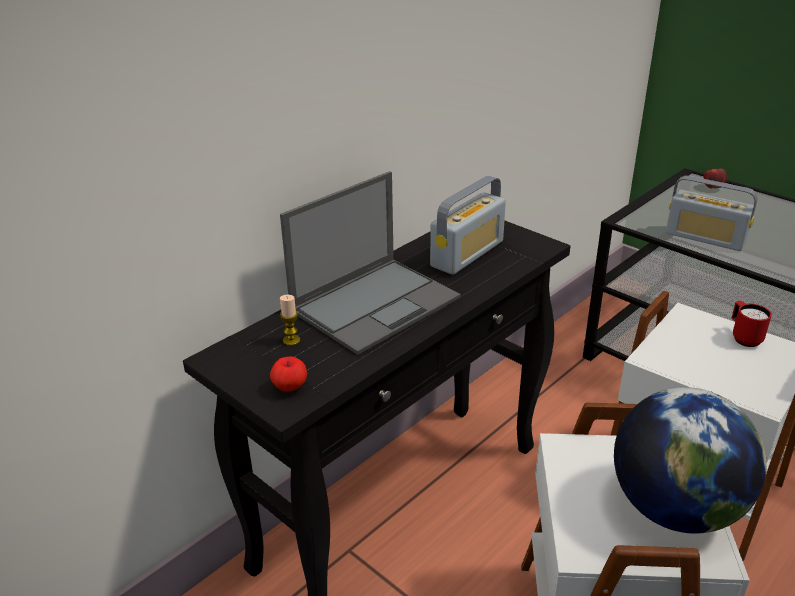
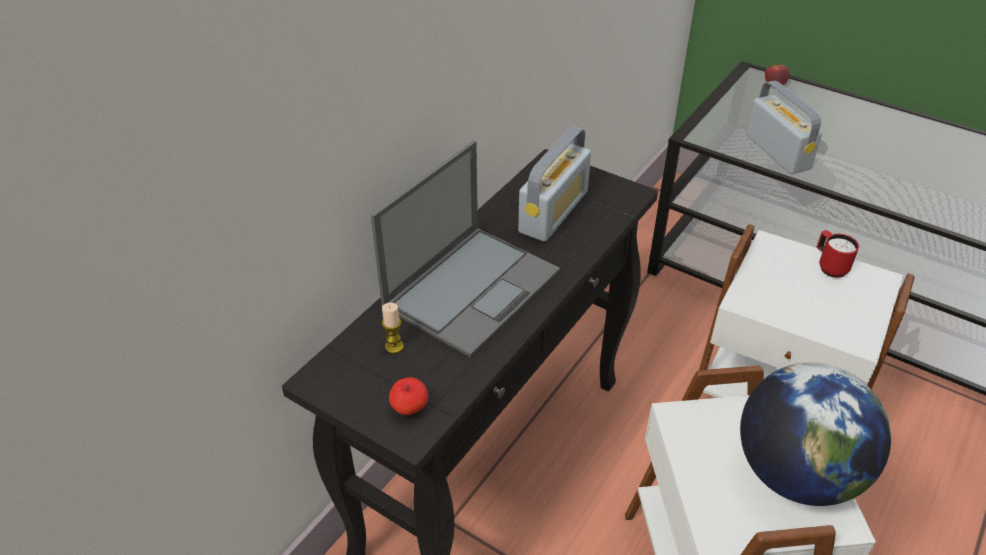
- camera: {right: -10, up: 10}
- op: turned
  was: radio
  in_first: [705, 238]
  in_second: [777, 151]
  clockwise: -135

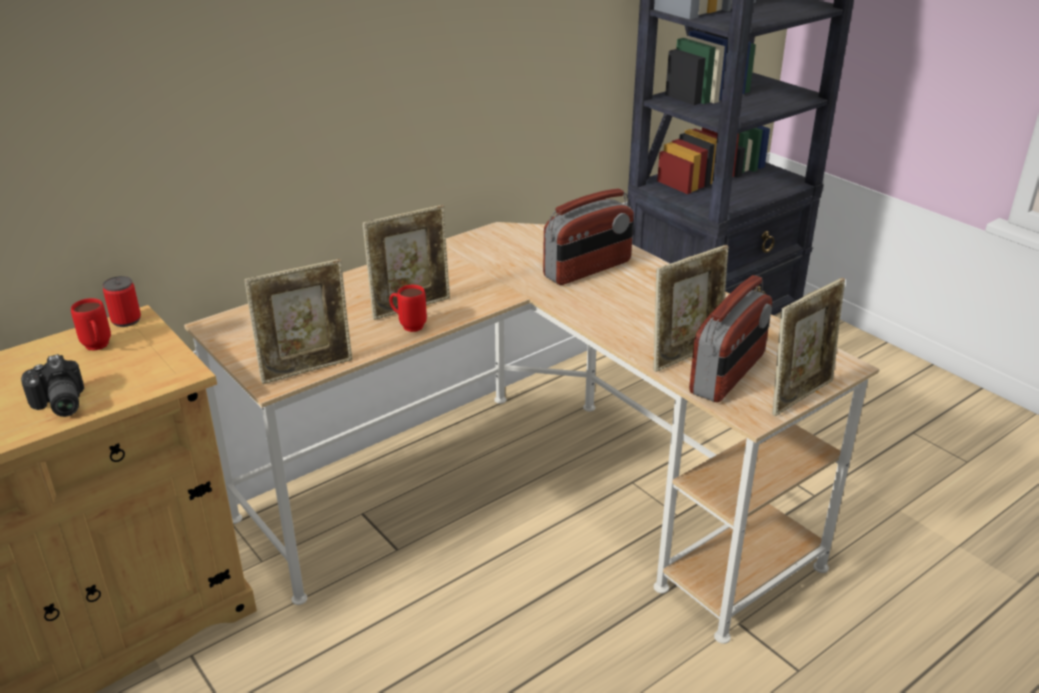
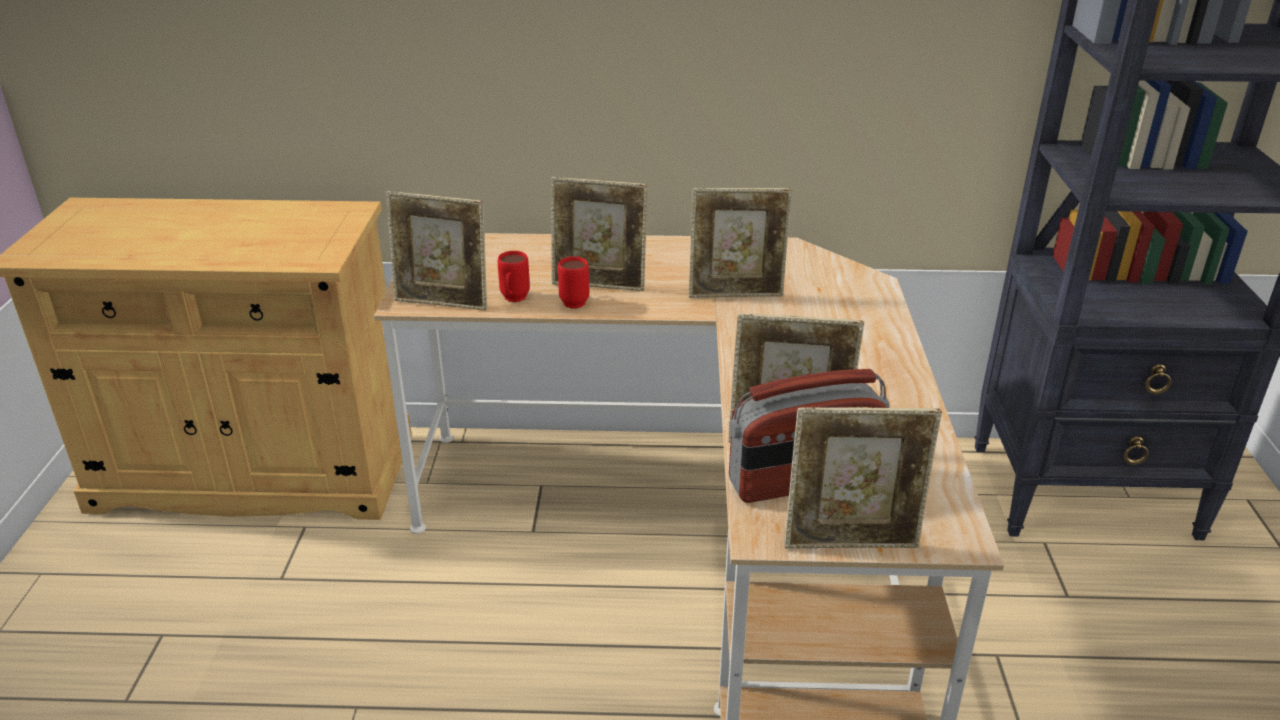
- camera: {right: 40, up: 0}
- op: removed
  was: still camera
  in_first: [58, 404]
- op: moved
  was: red mug
  in_first: [98, 348]
  in_second: [513, 300]
- op: removed
  was: metal can
  in_first: [126, 320]
- op: removed
  was: radio
  in_first: [588, 269]
- op: added
  now: standing frame
  in_second: [736, 294]

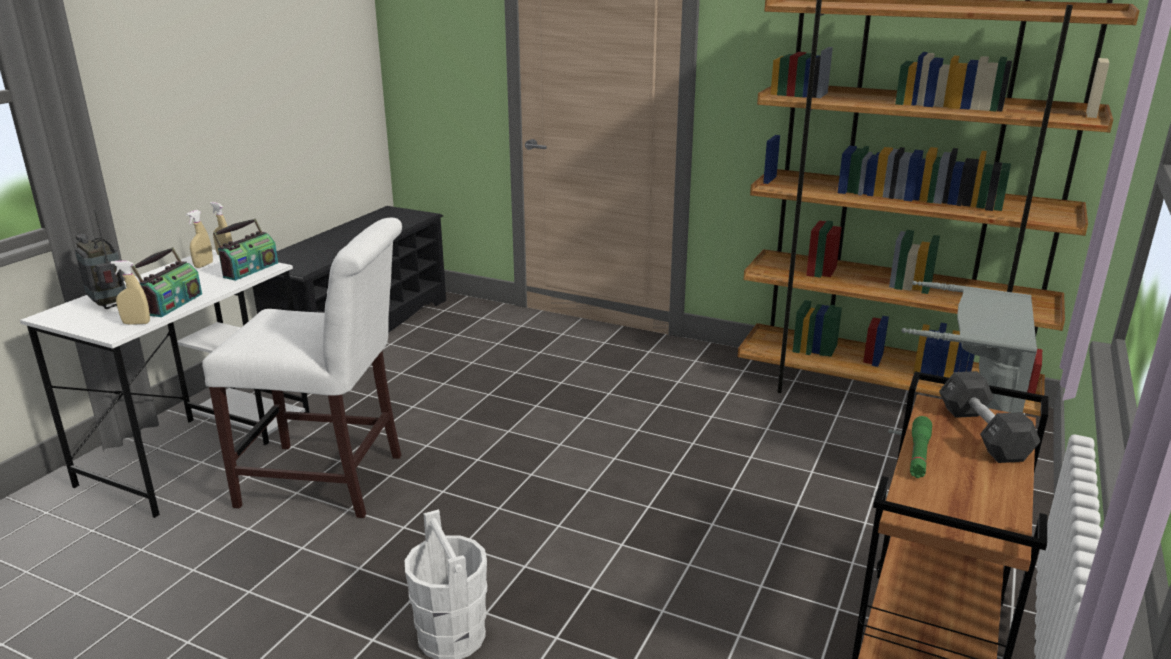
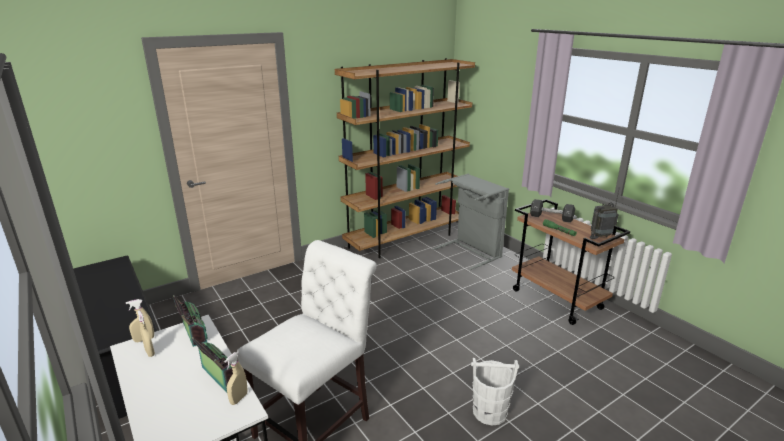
- camera: {right: -60, up: 0}
- op: moved
  was: radio
  in_first: [109, 305]
  in_second: [600, 236]

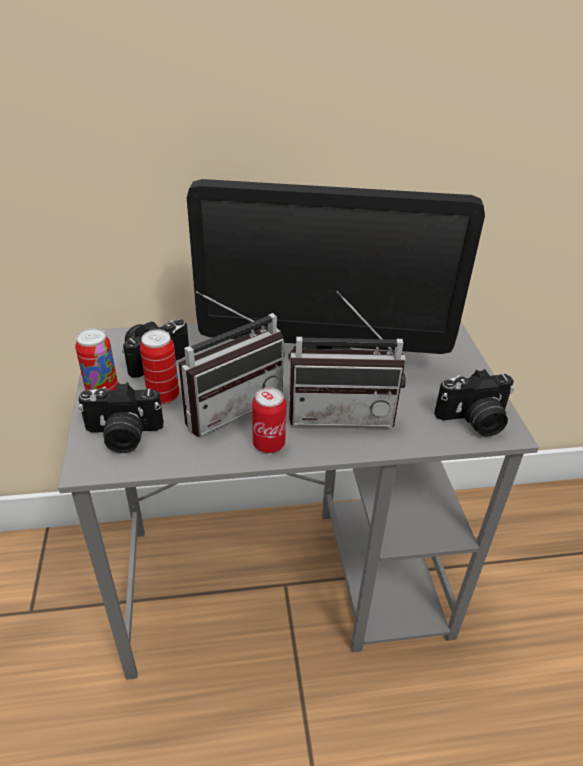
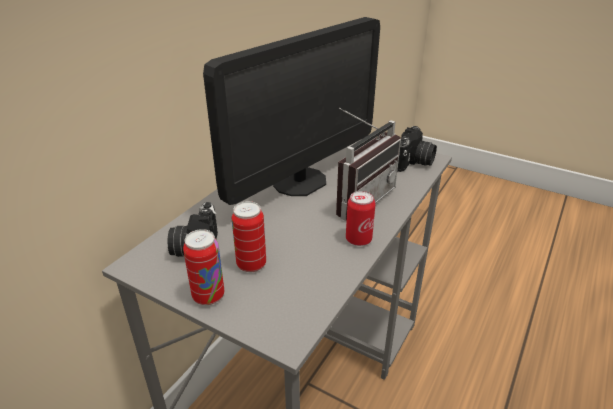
- camera: {right: -50, up: -5}
- op: removed
  was: still camera
  in_first: [123, 435]
- op: removed
  was: radio
  in_first: [229, 404]

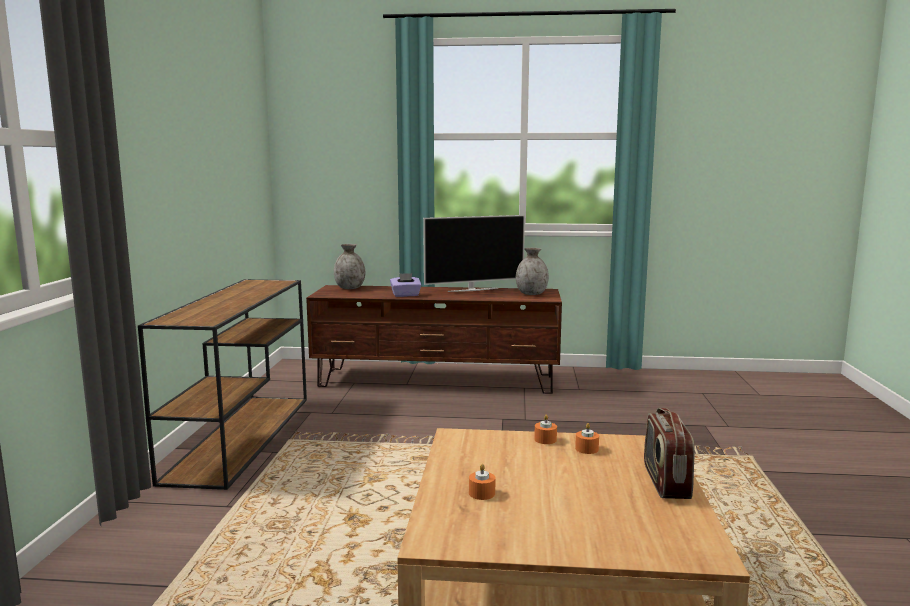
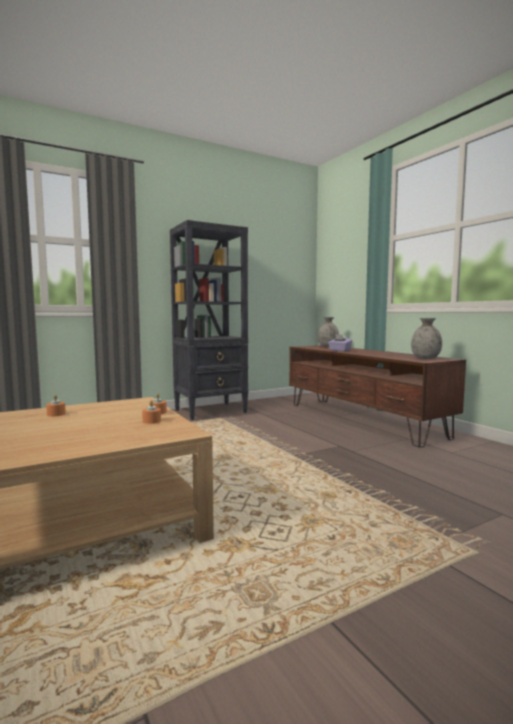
- camera: {right: 55, up: -5}
- op: replaced
  was: brownish narrow table
  now: blackish bookshelf
  in_first: [241, 436]
  in_second: [211, 411]
- op: removed
  was: television
  in_first: [473, 290]
- op: removed
  was: radio
  in_first: [665, 482]

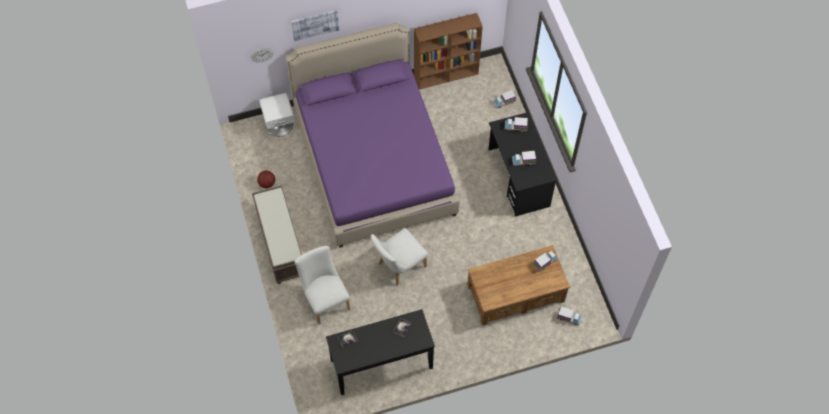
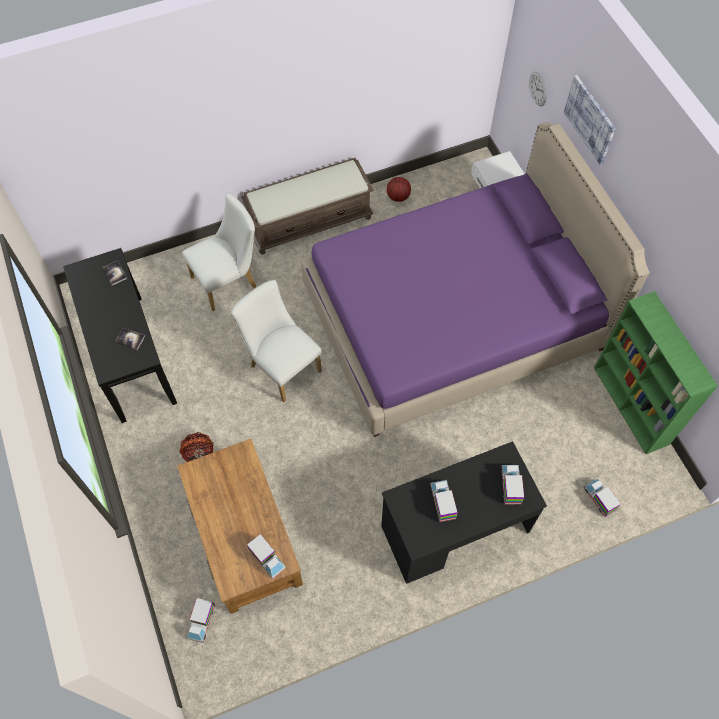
- camera: {right: 85, up: 0}
- op: recoloured
  was: brownish bookshelf
  now: green bookshelf
  in_first: [446, 75]
  in_second: [631, 406]
- op: added
  now: basket
  in_second: [198, 453]

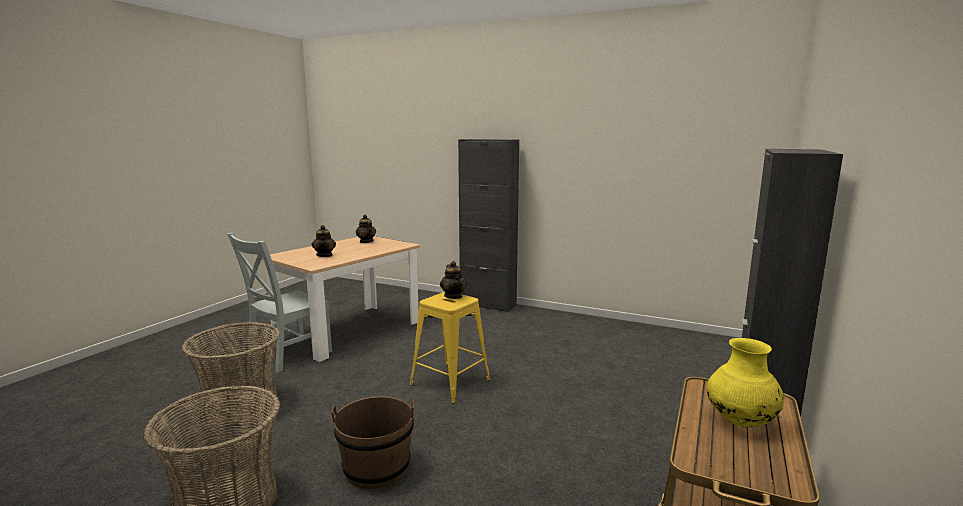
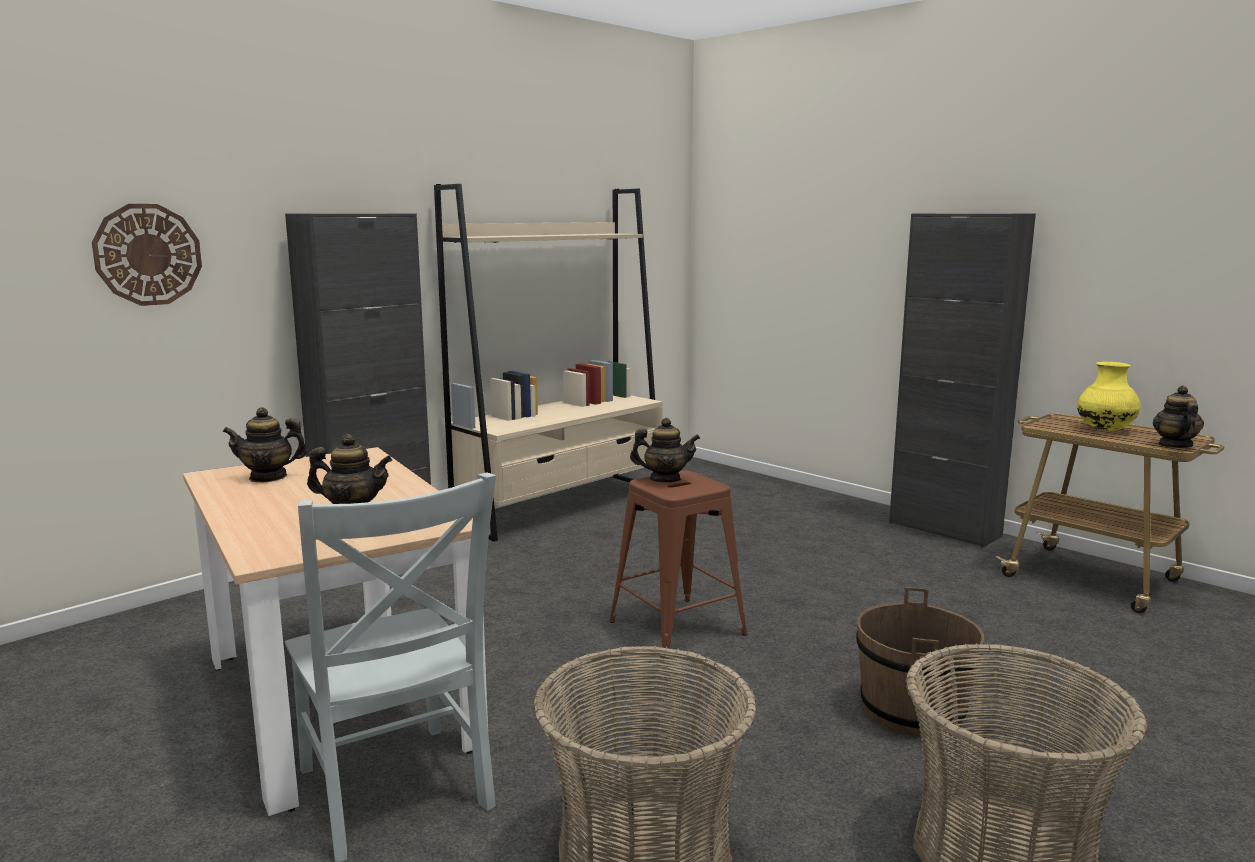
- camera: {right: -70, up: 0}
- op: recoloured
  was: yellowish stool seat
  now: brownish stool seat
  in_first: [450, 383]
  in_second: [677, 628]
- op: added
  now: clock on the wall
  in_second: [148, 254]
- op: added
  now: beige bookshelf
  in_second: [562, 505]
- op: added
  now: tea pot
  in_second: [1174, 445]

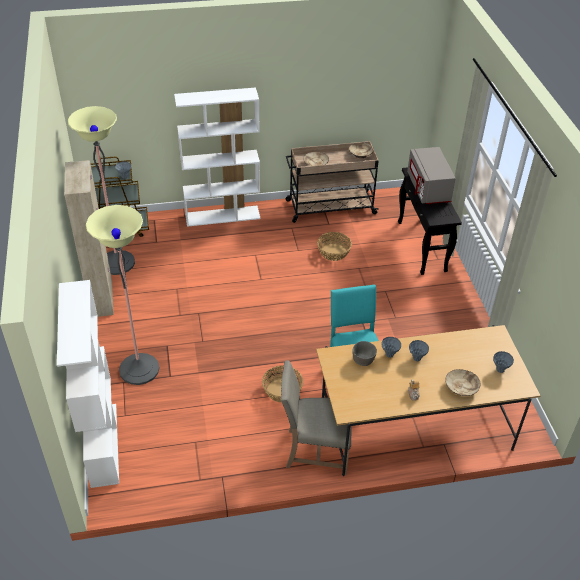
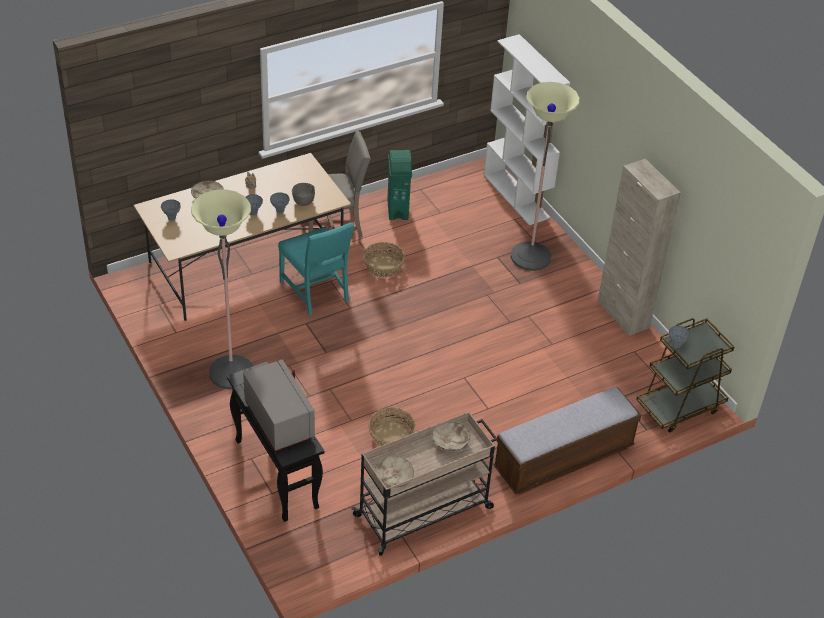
- camera: {right: 160, up: 0}
- op: moved
  was: standing lamp
  in_first: [117, 263]
  in_second: [231, 372]
- op: replaced
  was: whitish bookshelf
  now: indoor bench
  in_first: [223, 216]
  in_second: [563, 458]
- op: added
  now: green waste bin
  in_second: [398, 210]

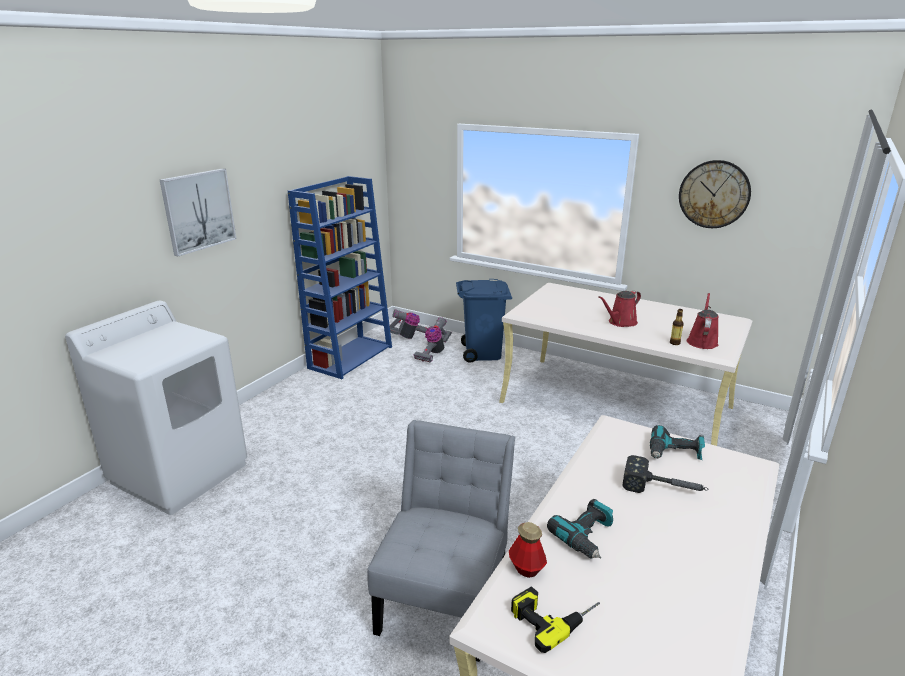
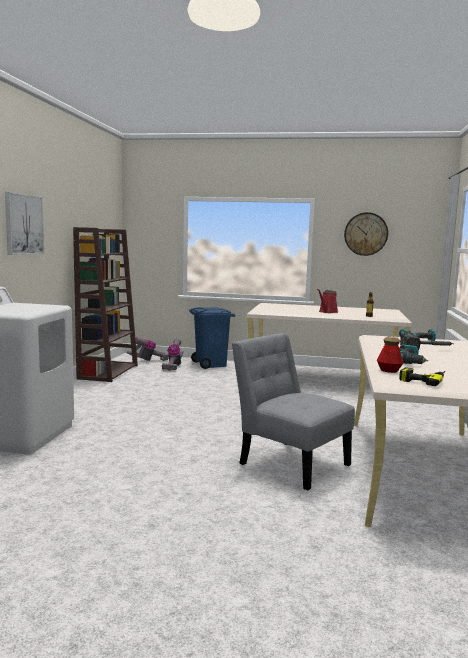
- camera: {right: -20, up: -15}
- op: recoloured
  was: blue-coloured bookshelf
  now: brownish bookshelf
  in_first: [351, 357]
  in_second: [108, 372]
- op: turned
  was: grey upright chair
  in_first: [445, 596]
  in_second: [290, 462]
  clockwise: -45
- op: removed
  was: red watering can
  in_first: [702, 341]

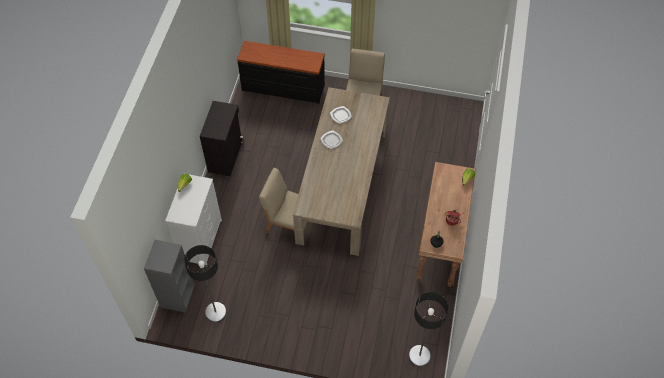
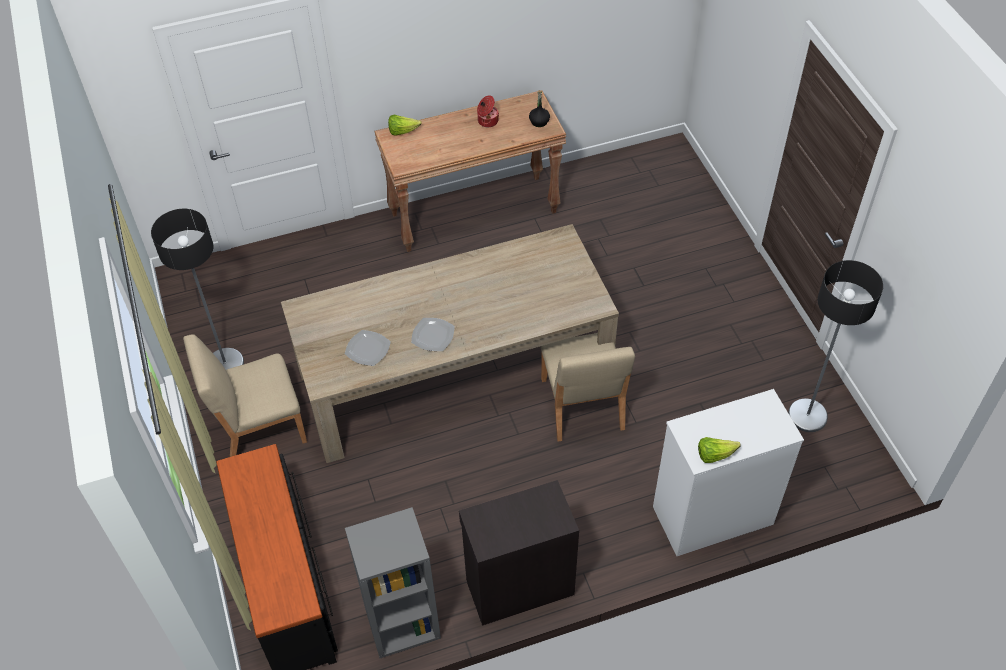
- camera: {right: -120, up: -5}
- op: moved
  was: grey bookshelf
  in_first: [177, 295]
  in_second: [402, 625]
- op: moved
  was: standing lamp
  in_first: [419, 356]
  in_second: [225, 363]

